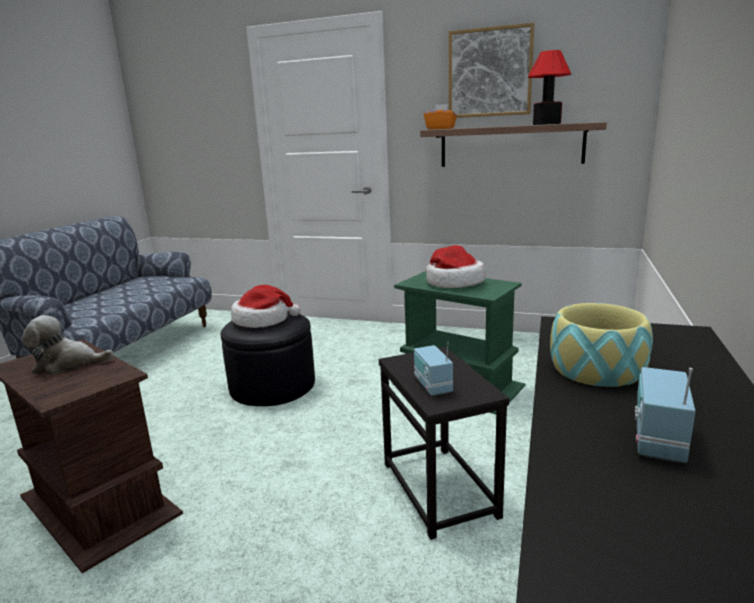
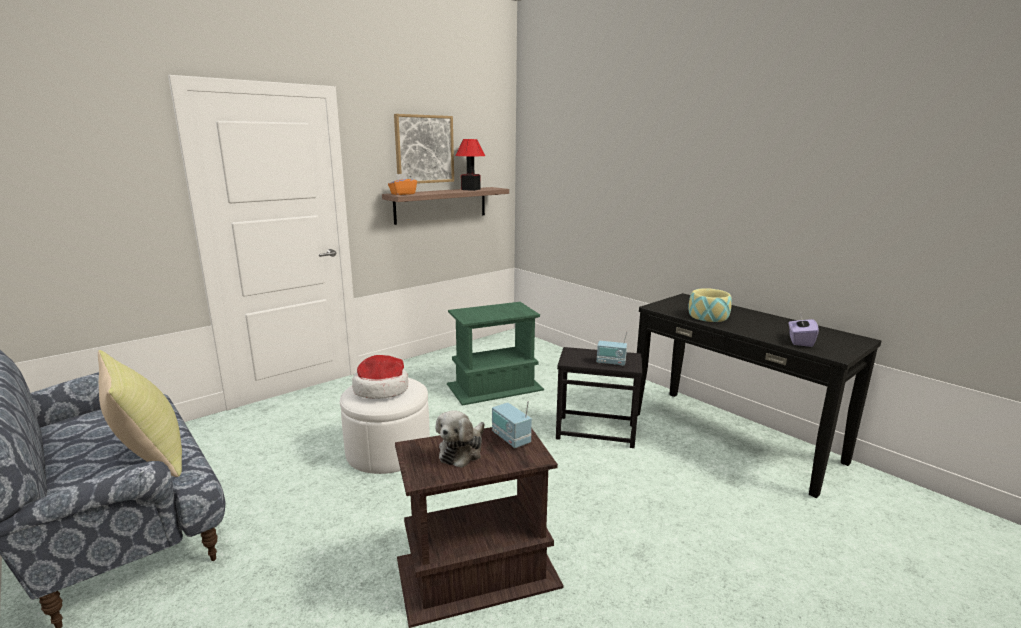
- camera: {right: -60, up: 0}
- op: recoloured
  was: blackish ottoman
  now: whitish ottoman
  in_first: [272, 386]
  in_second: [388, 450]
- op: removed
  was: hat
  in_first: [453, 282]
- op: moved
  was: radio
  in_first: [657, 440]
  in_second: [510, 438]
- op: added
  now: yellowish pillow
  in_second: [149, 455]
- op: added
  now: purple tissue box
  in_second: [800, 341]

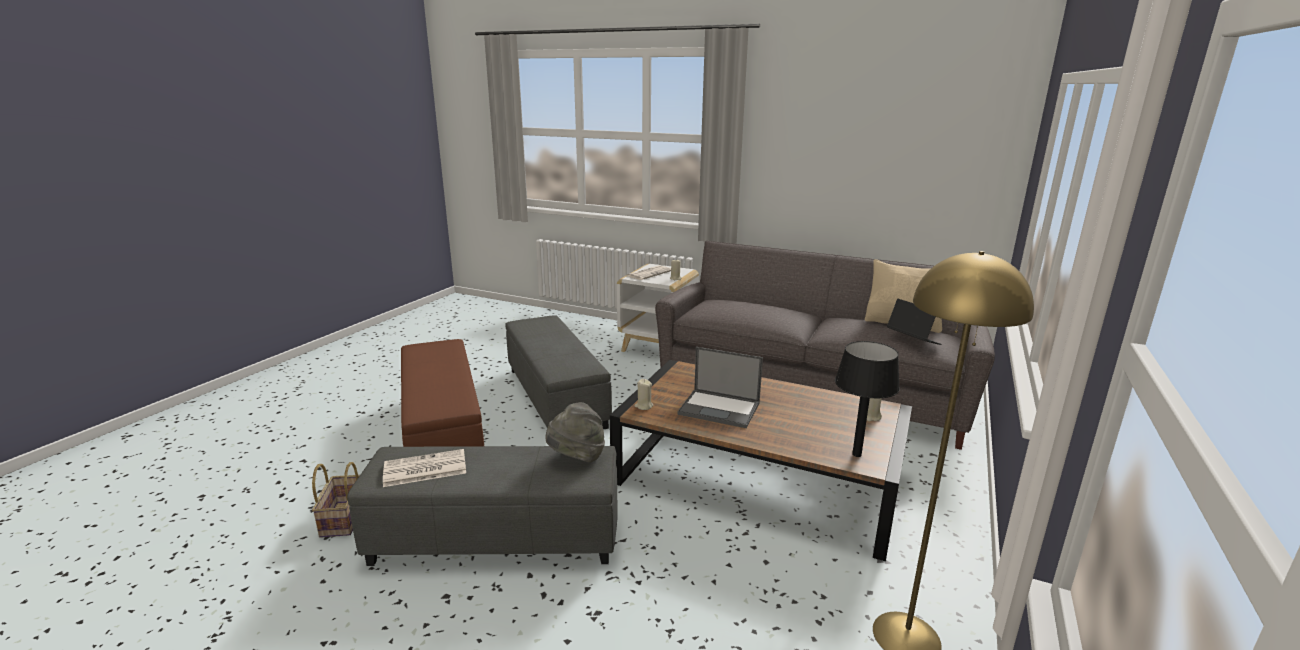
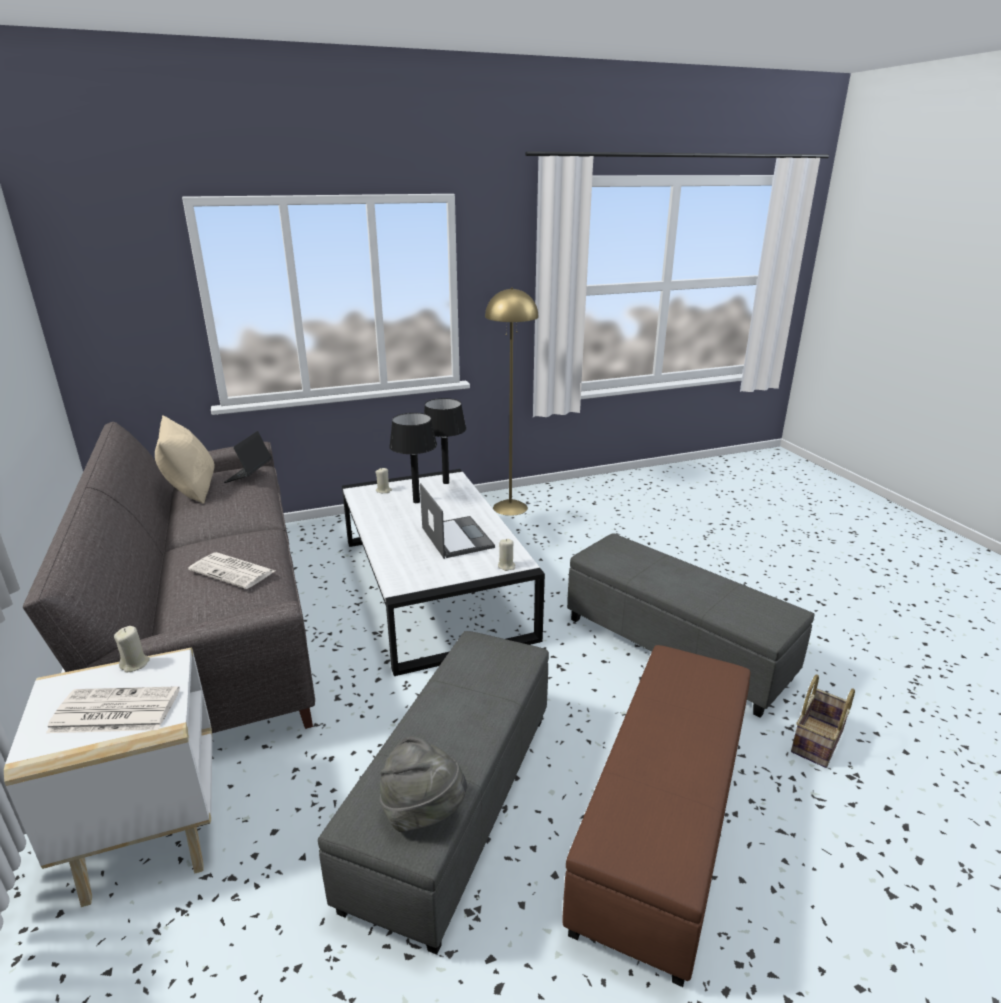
- camera: {right: -135, up: 5}
- op: moved
  was: daily paper
  in_first: [424, 469]
  in_second: [233, 571]
- op: moved
  was: grey hat
  in_first: [576, 457]
  in_second: [424, 812]
- op: recoloured
  was: brownish low table
  now: whitish low table
  in_first: [759, 477]
  in_second: [432, 586]
- op: added
  now: blackish table lamp
  in_second: [417, 501]

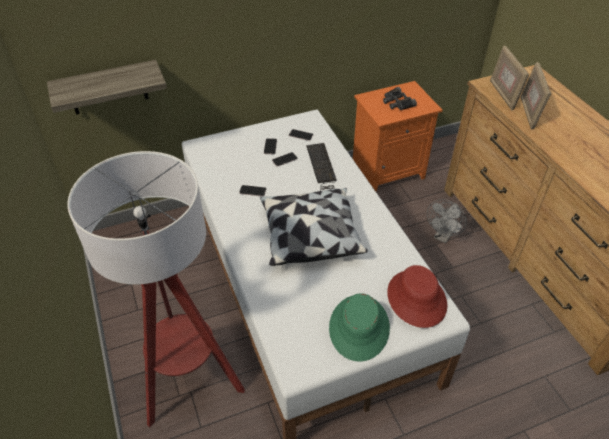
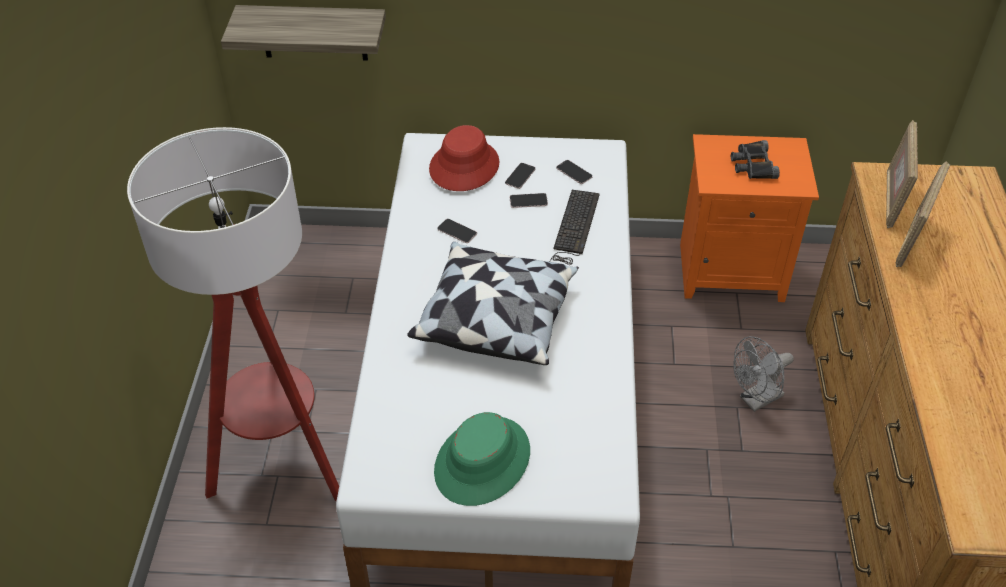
- camera: {right: 25, up: 0}
- op: moved
  was: red hat
  in_first: [416, 299]
  in_second: [464, 166]

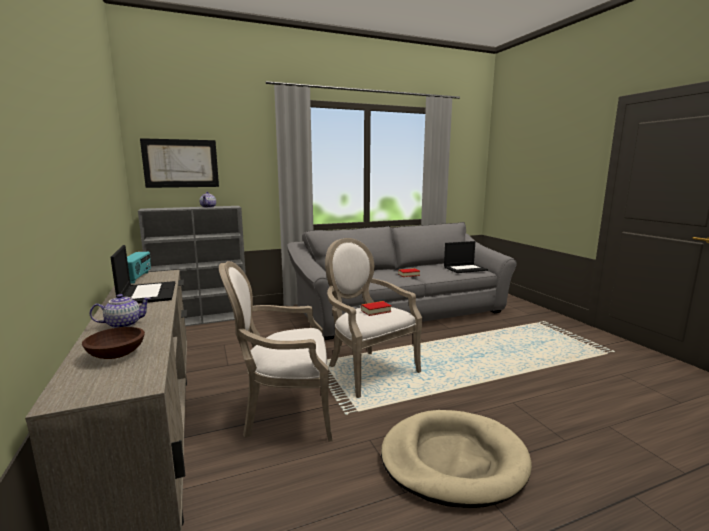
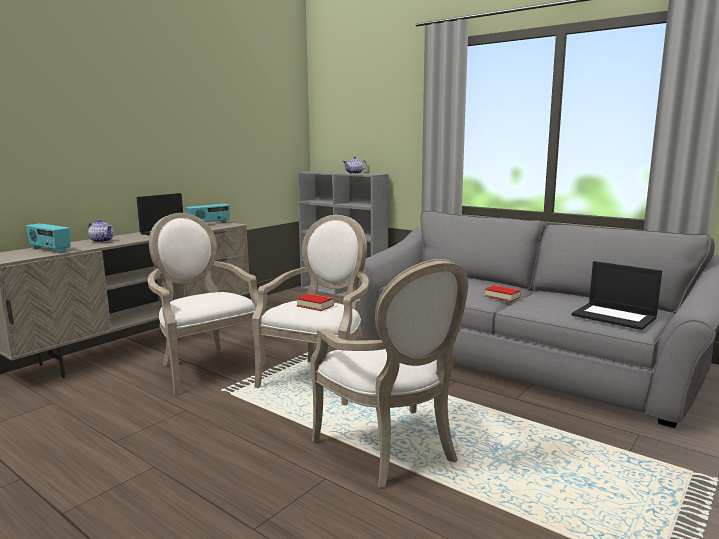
- camera: {right: 60, up: 0}
- op: replaced
  was: brownish deep dish
  now: radio
  in_first: [117, 354]
  in_second: [49, 249]
- op: removed
  was: wall picture
  in_first: [181, 163]
- op: removed
  was: beige dog cushion
  in_first: [453, 460]
- op: added
  now: lounge chair
  in_second: [393, 451]

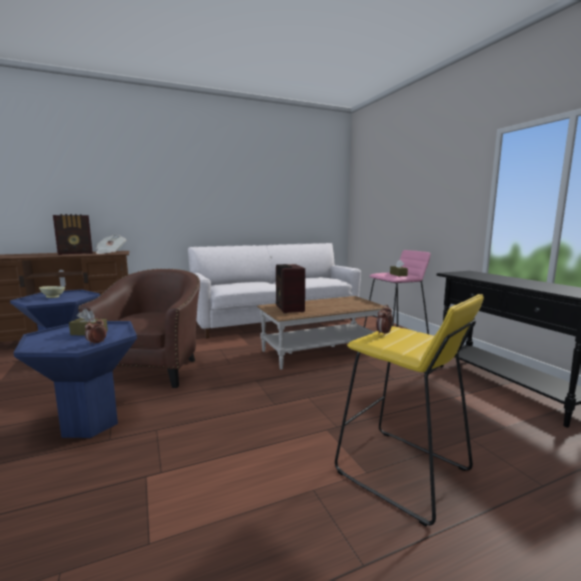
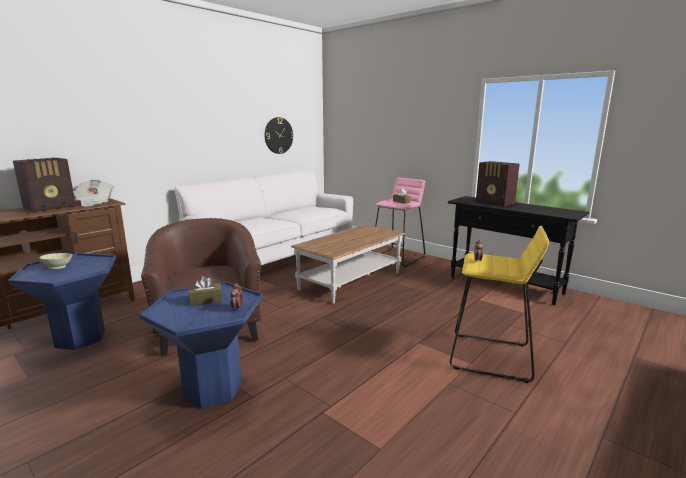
- camera: {right: -25, up: 5}
- op: moved
  was: radio
  in_first: [289, 309]
  in_second: [495, 203]
- op: added
  now: clock on the wall
  in_second: [278, 135]

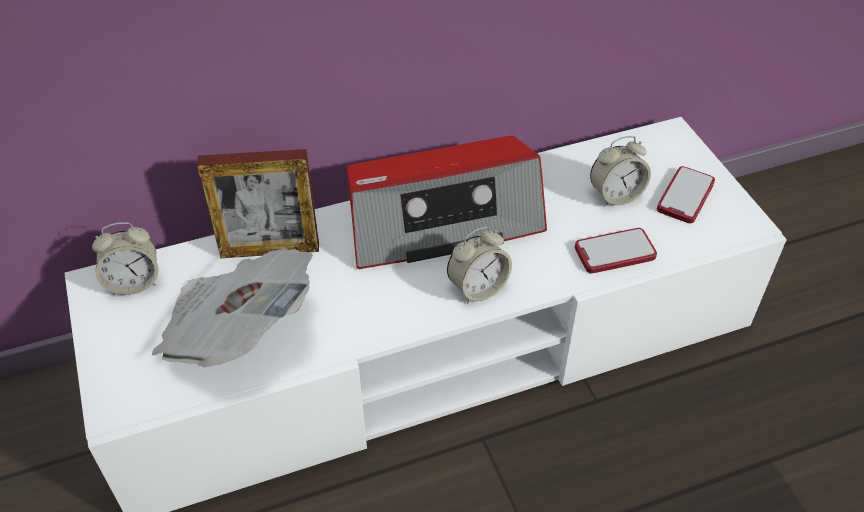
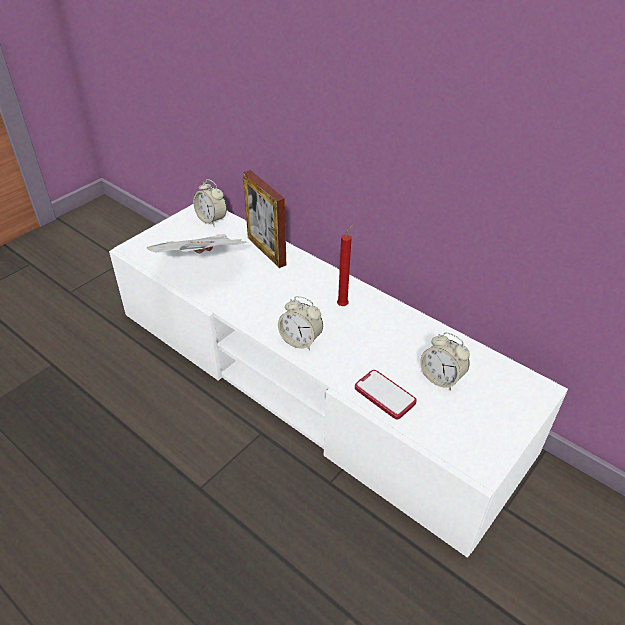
- camera: {right: 60, up: -5}
- op: replaced
  was: radio
  now: red candle
  in_first: [442, 220]
  in_second: [343, 305]
- op: removed
  was: phone
  in_first: [685, 196]

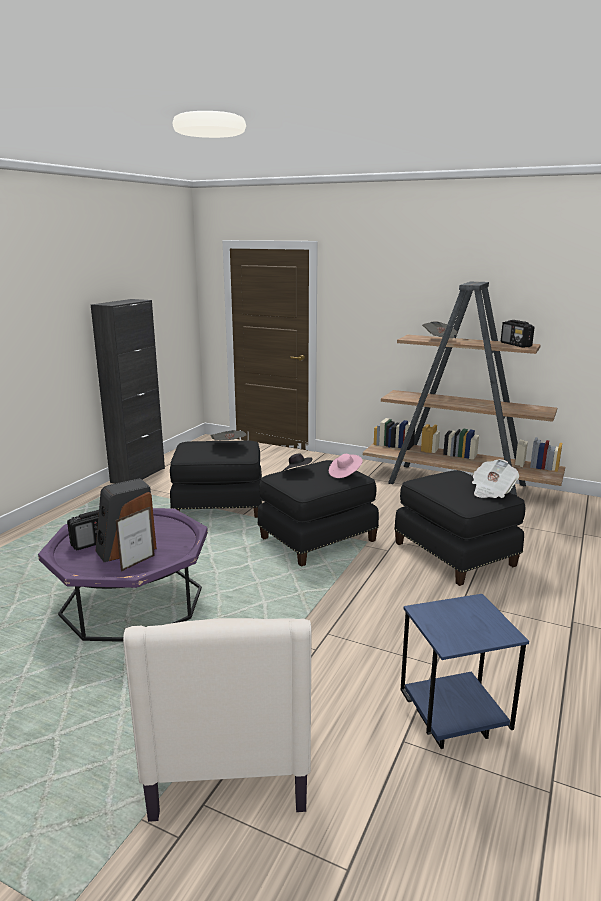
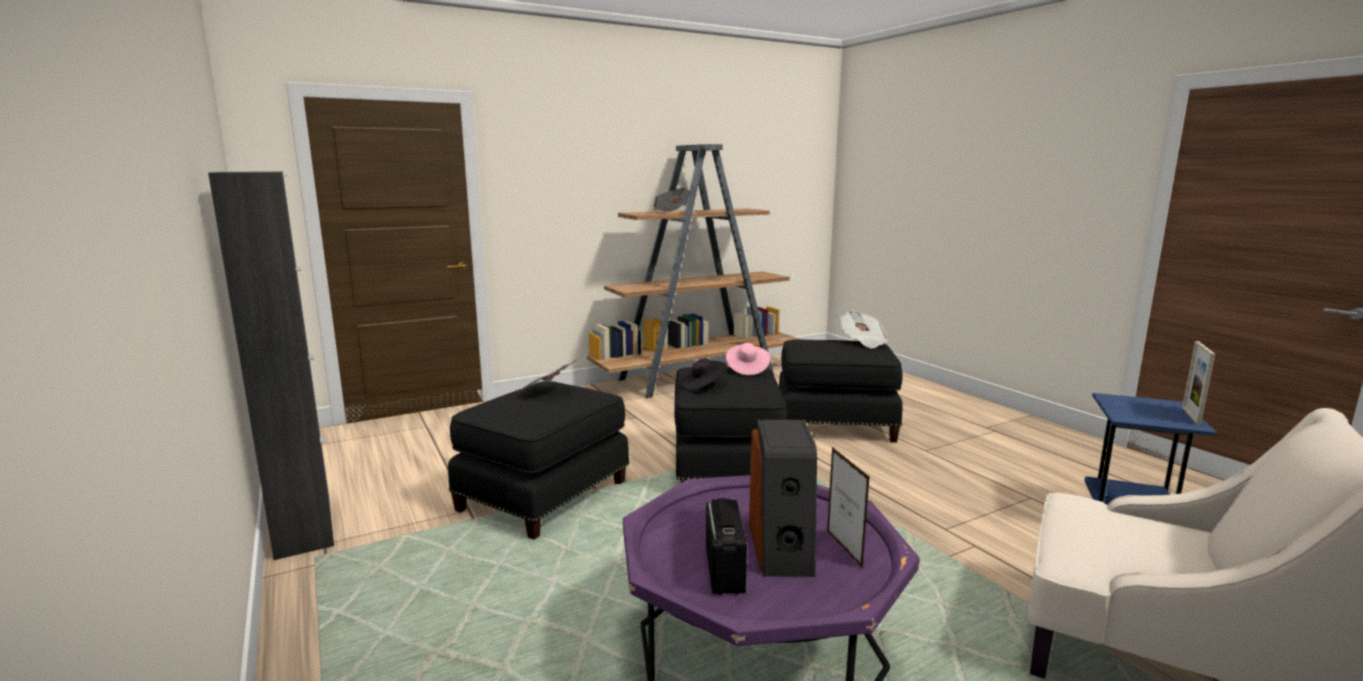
- camera: {right: -55, up: -5}
- op: removed
  was: radio
  in_first: [516, 345]
- op: added
  now: standing frame
  in_second: [1191, 416]

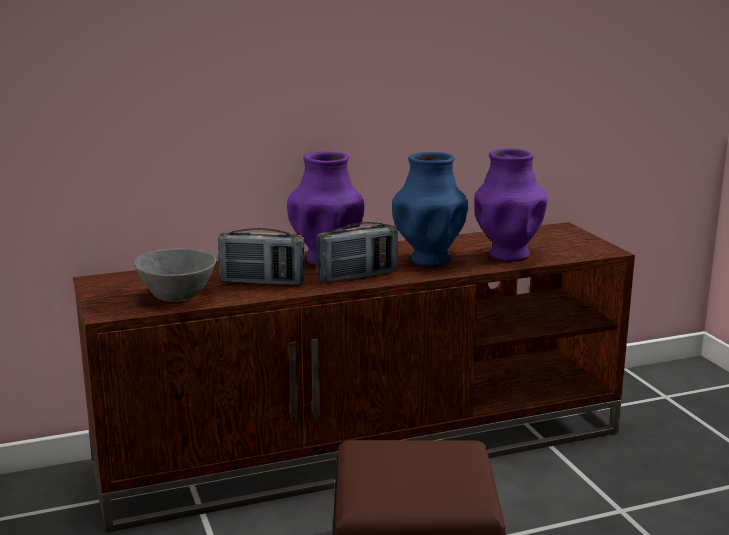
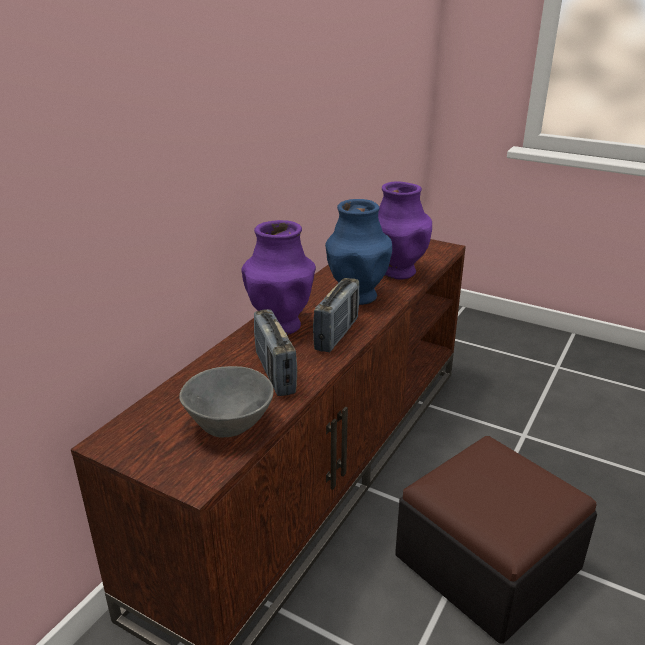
- camera: {right: -40, up: 10}
- op: turned
  was: radio
  in_first: [262, 282]
  in_second: [275, 373]
  clockwise: 105

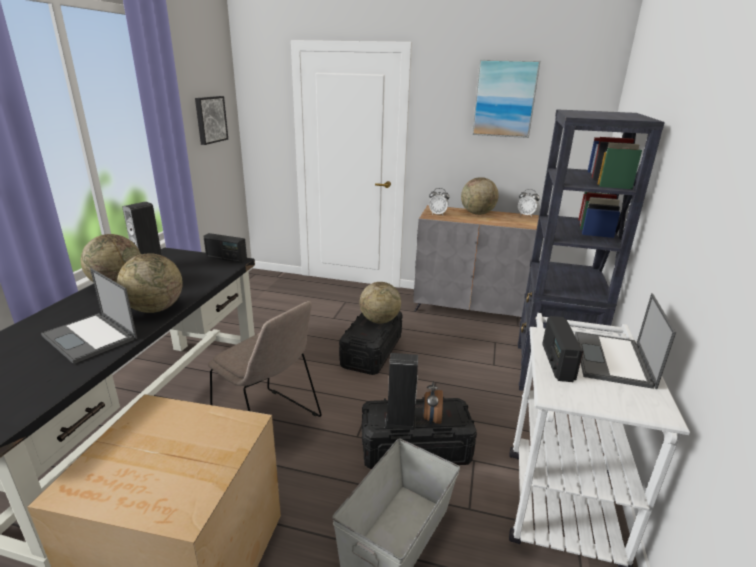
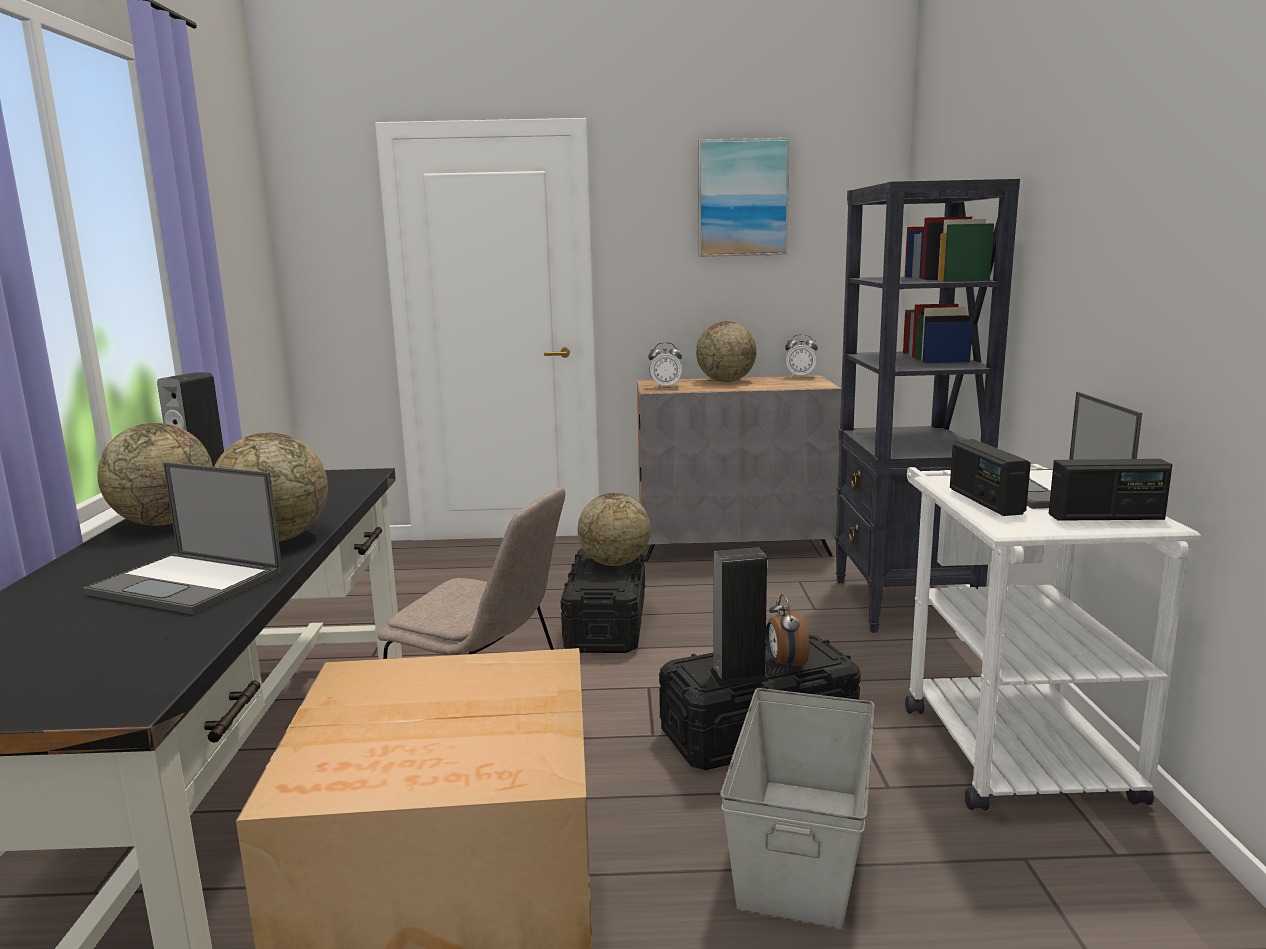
- camera: {right: -15, up: -10}
- op: removed
  was: wall picture
  in_first: [210, 119]
- op: moved
  was: radio
  in_first: [226, 258]
  in_second: [1106, 517]

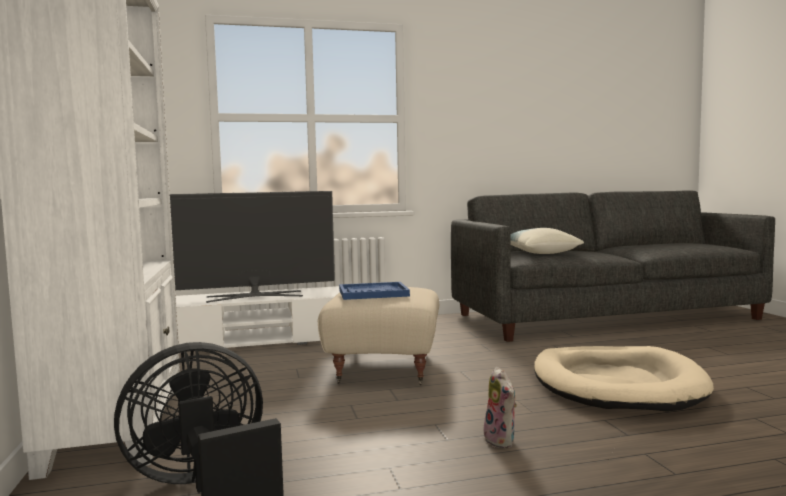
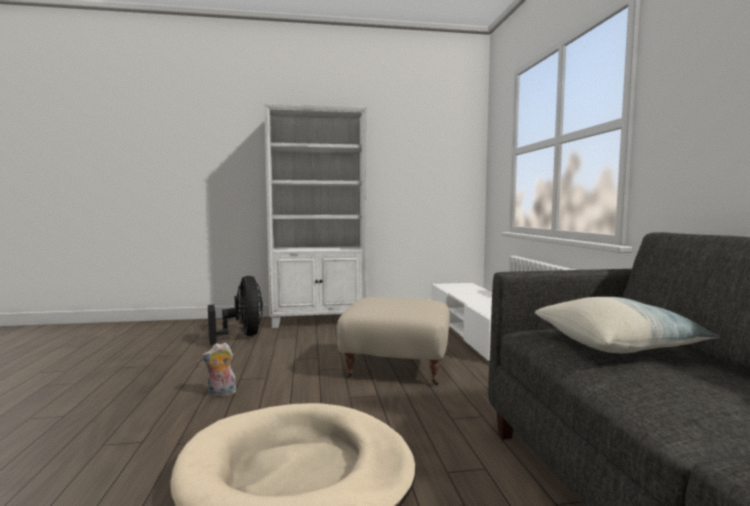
- camera: {right: 95, up: 0}
- op: removed
  was: television
  in_first: [255, 296]
- op: removed
  was: blue-coloured serving tray
  in_first: [373, 293]

